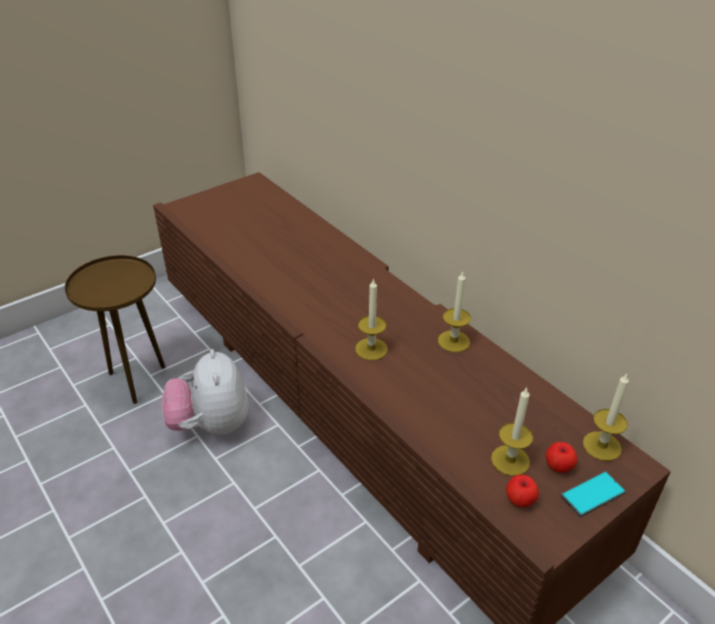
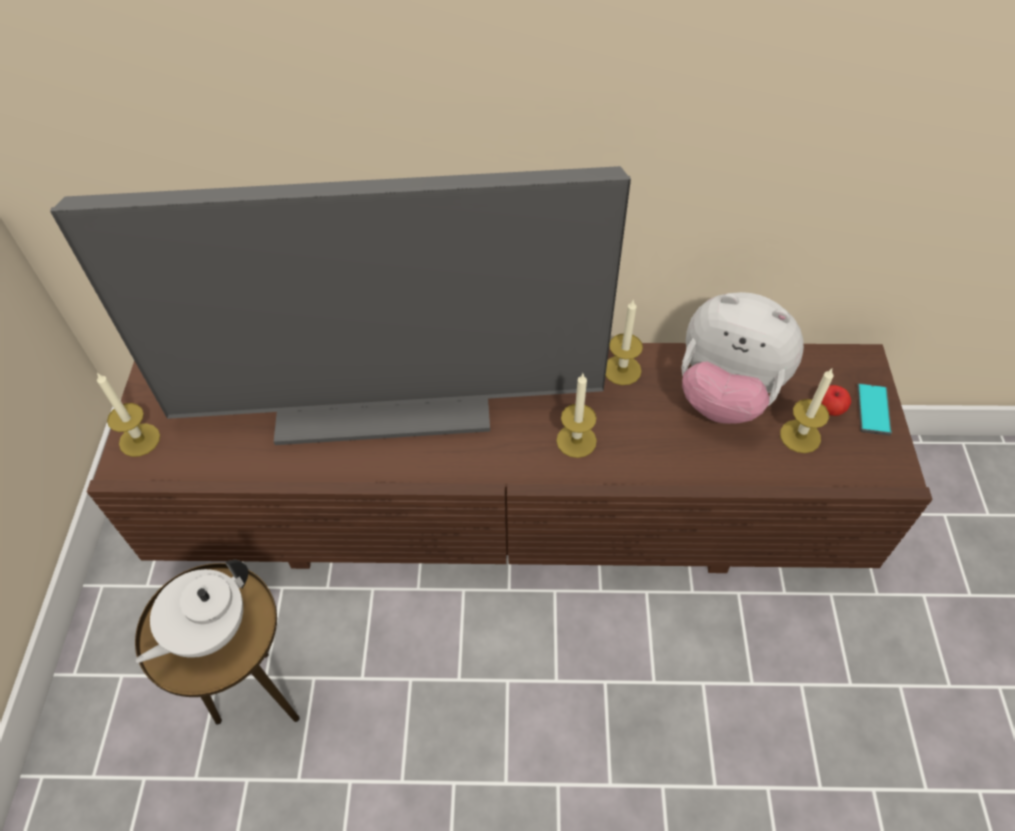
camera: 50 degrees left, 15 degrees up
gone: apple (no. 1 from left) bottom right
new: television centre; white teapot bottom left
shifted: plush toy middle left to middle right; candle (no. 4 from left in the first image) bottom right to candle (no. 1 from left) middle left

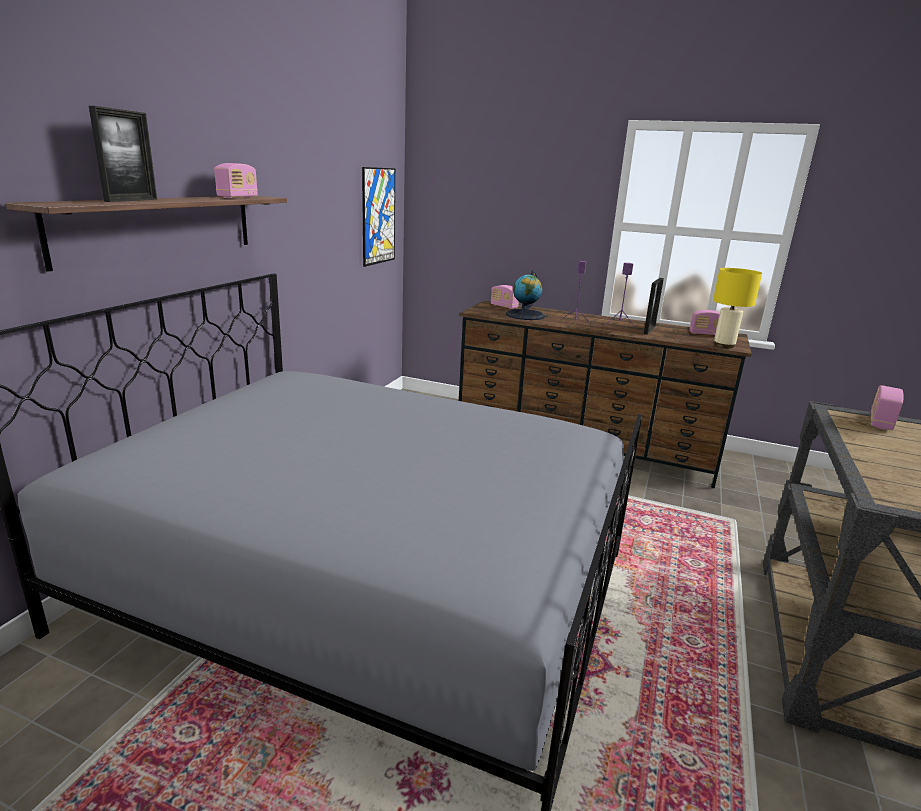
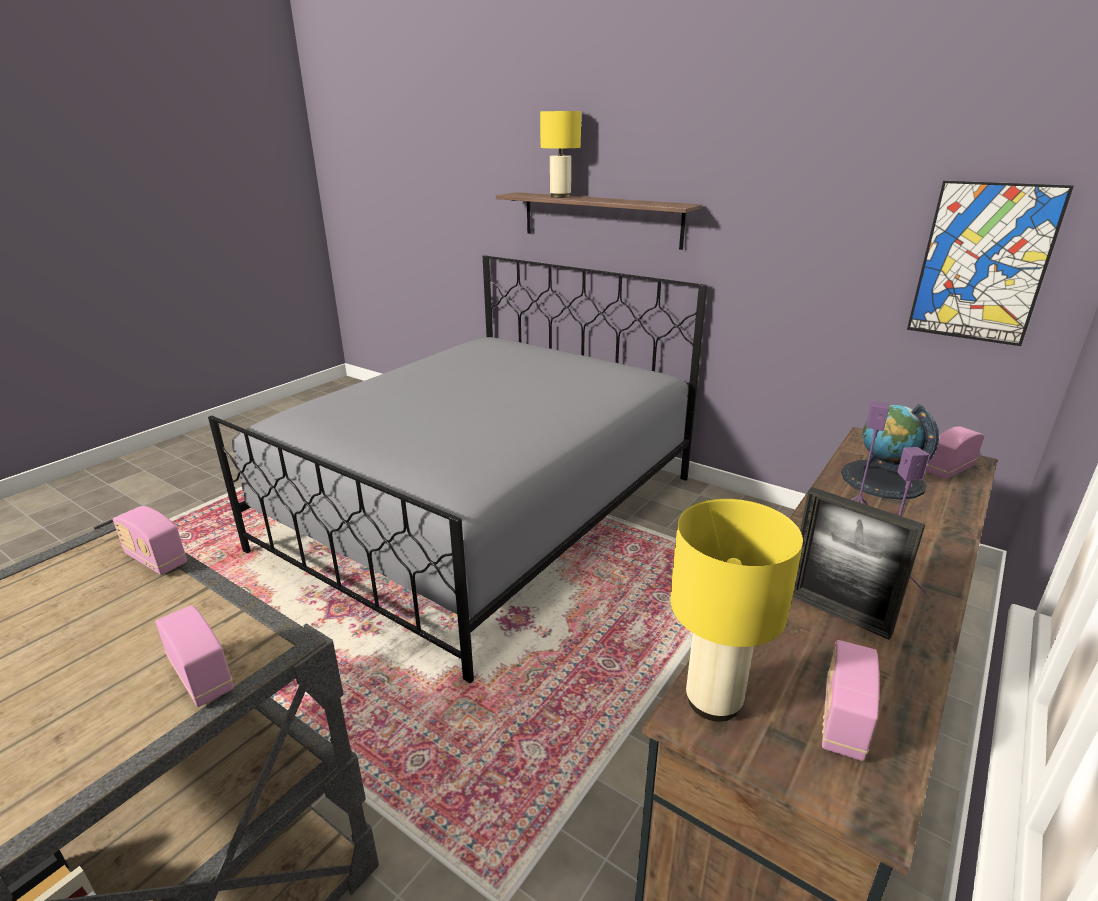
camera: 105 degrees right, 5 degrees up
shifted: radio (no. 1 from left) top left to middle left
swapped: picture frame (no. 1 from left) top left to yellow table lamp (no. 1 from left) top centre

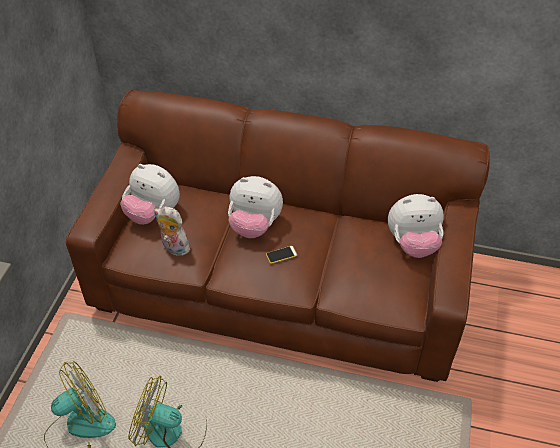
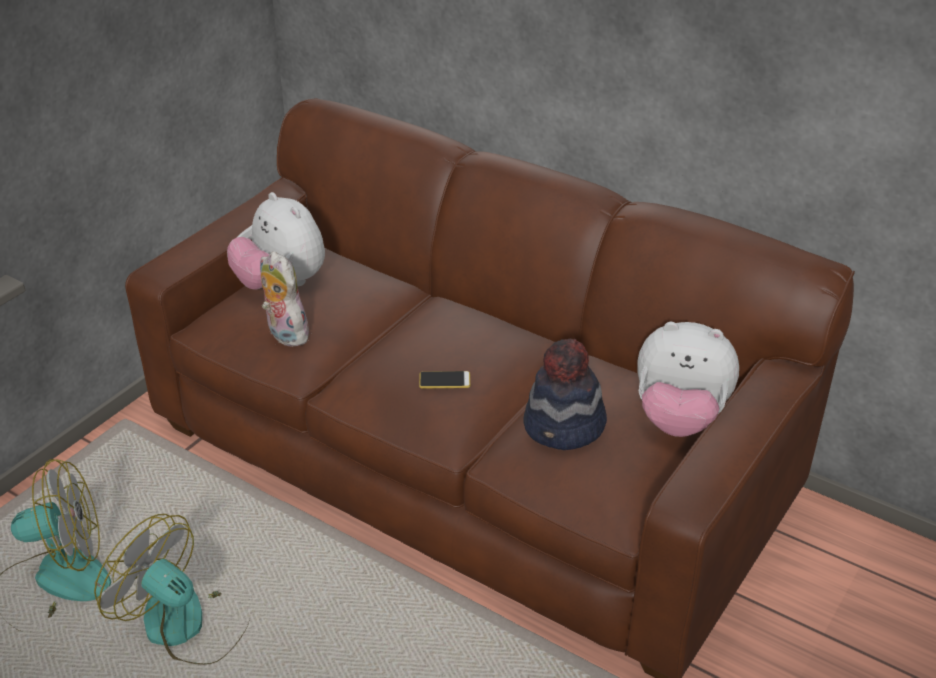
camera: 20 degrees right, 10 degrees down
gone: plush toy (no. 3 from left) centre
new: hat centre

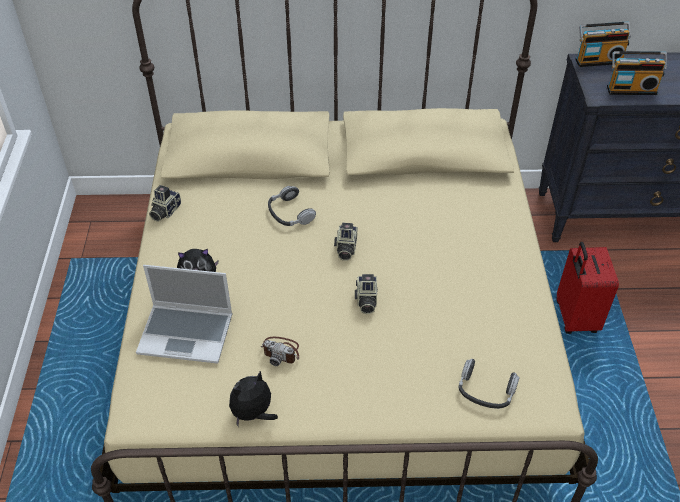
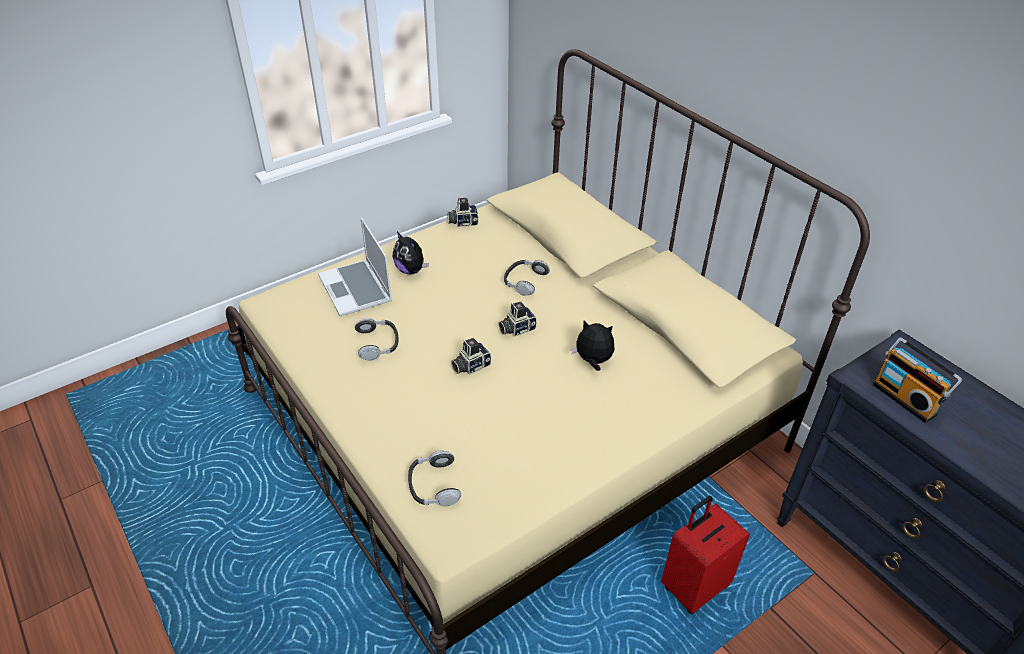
camera: 55 degrees right, 5 degrees down
gone: radio (no. 1 from left) top right
shifted: plush toy (no. 2 from left) bottom centre to centre
swapped: photo camera (no. 2 from left) bottom centre to headphones (no. 1 from left) centre

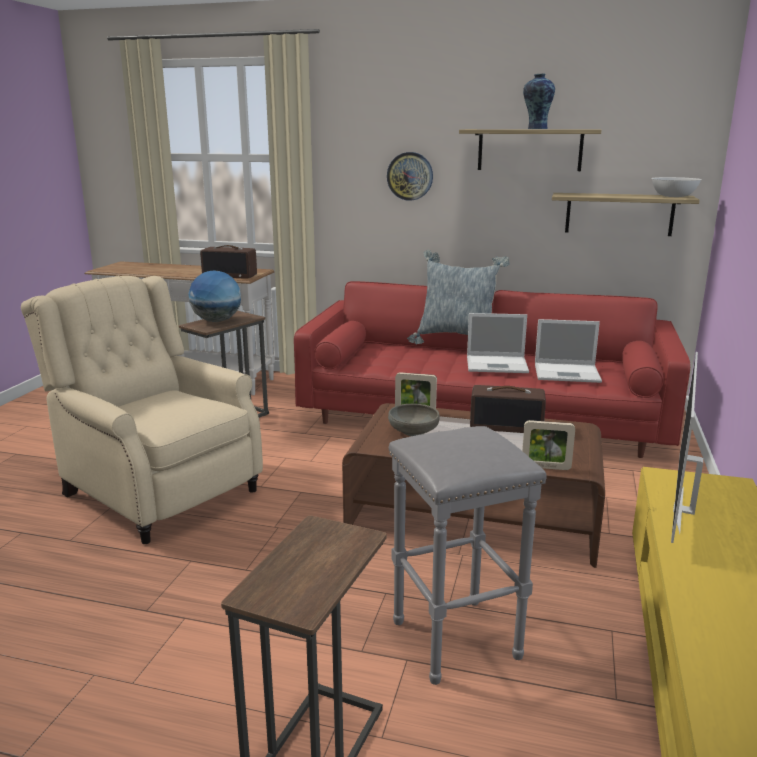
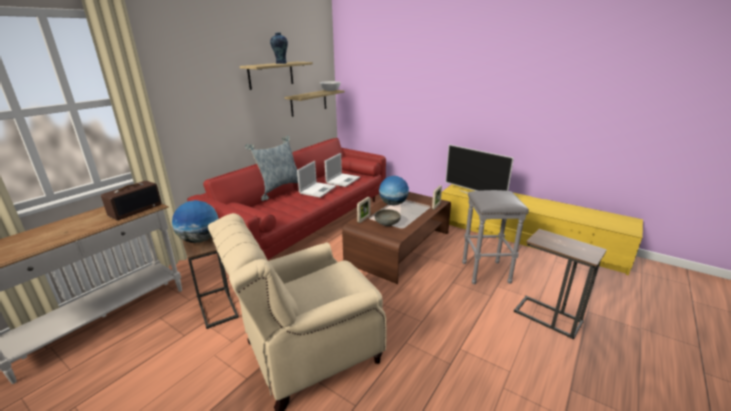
camera: 70 degrees left, 5 degrees up
gone: wall clock top centre
swapped: radio (no. 2 from left) middle right to globe (no. 2 from left) centre

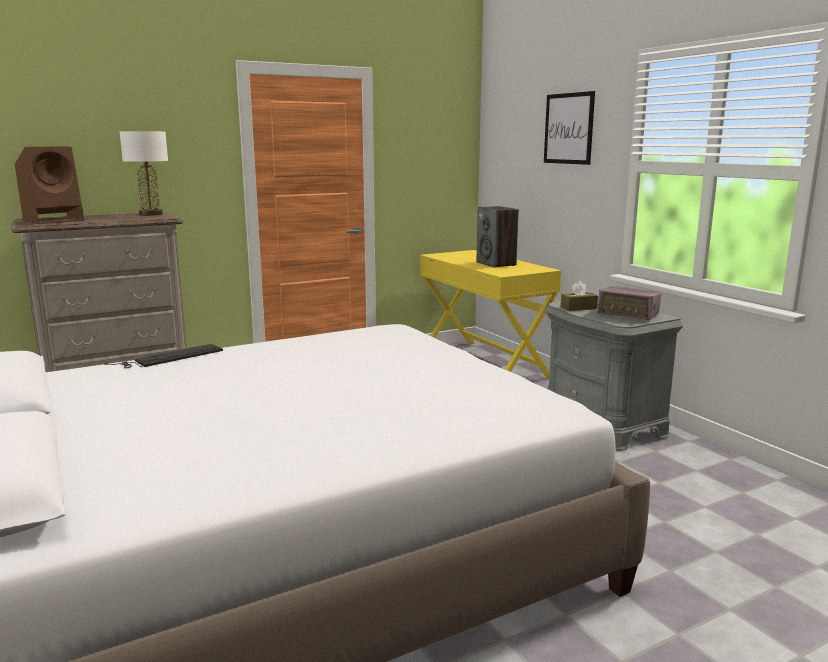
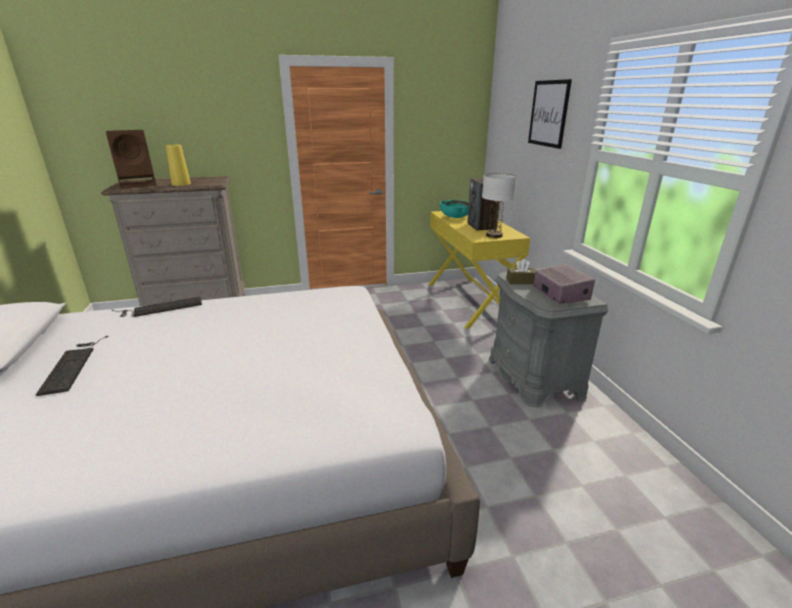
camera: 15 degrees right, 10 degrees up
new: keyboard (no. 1 from left) middle left; yellow vase top left; turquoise bowl centre
shifted: table lamp top left to centre
rotated: radio middle right = middle right 150 degrees counterclockwise

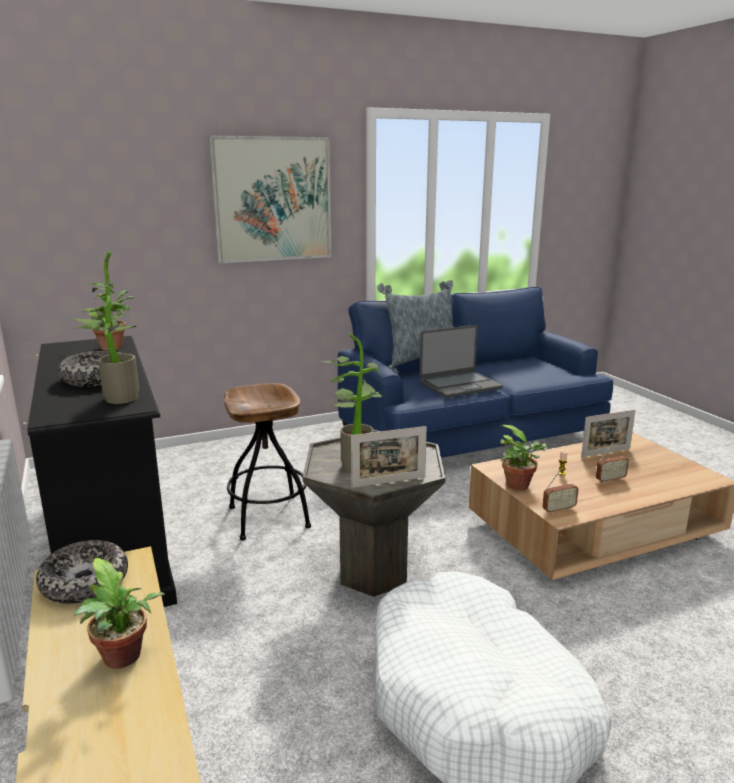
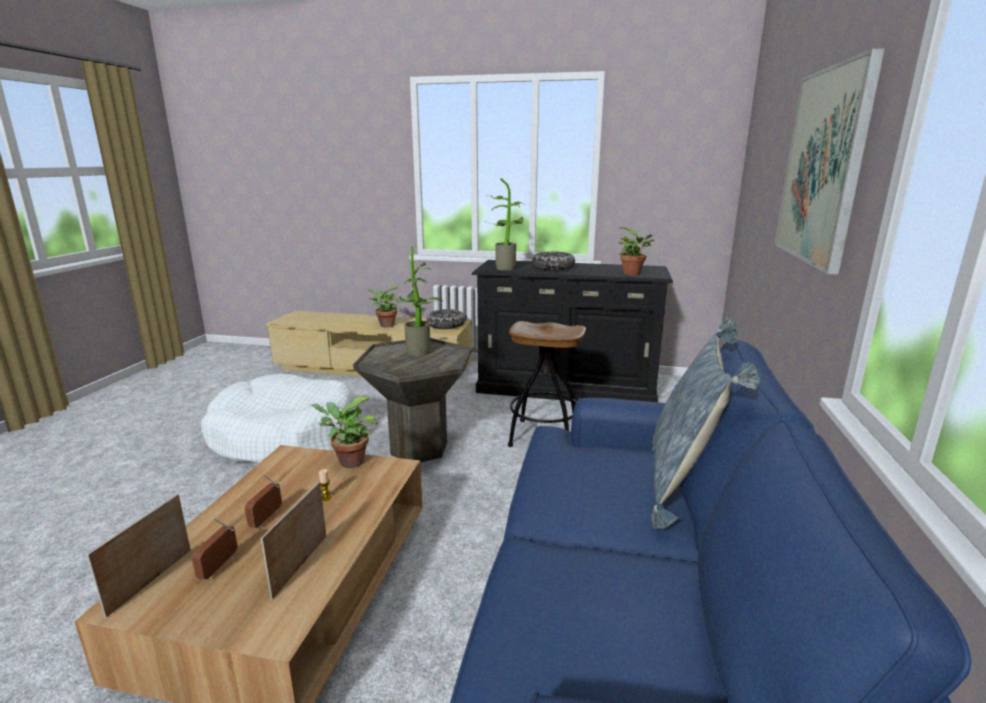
camera: 125 degrees right, 0 degrees up
gone: laptop centre
shifted: picture frame (no. 1 from left) centre to bottom left; radio (no. 1 from left) middle right to bottom left

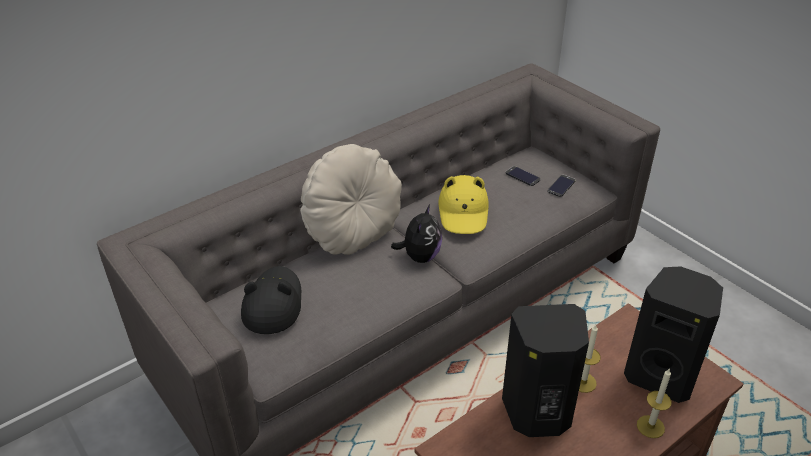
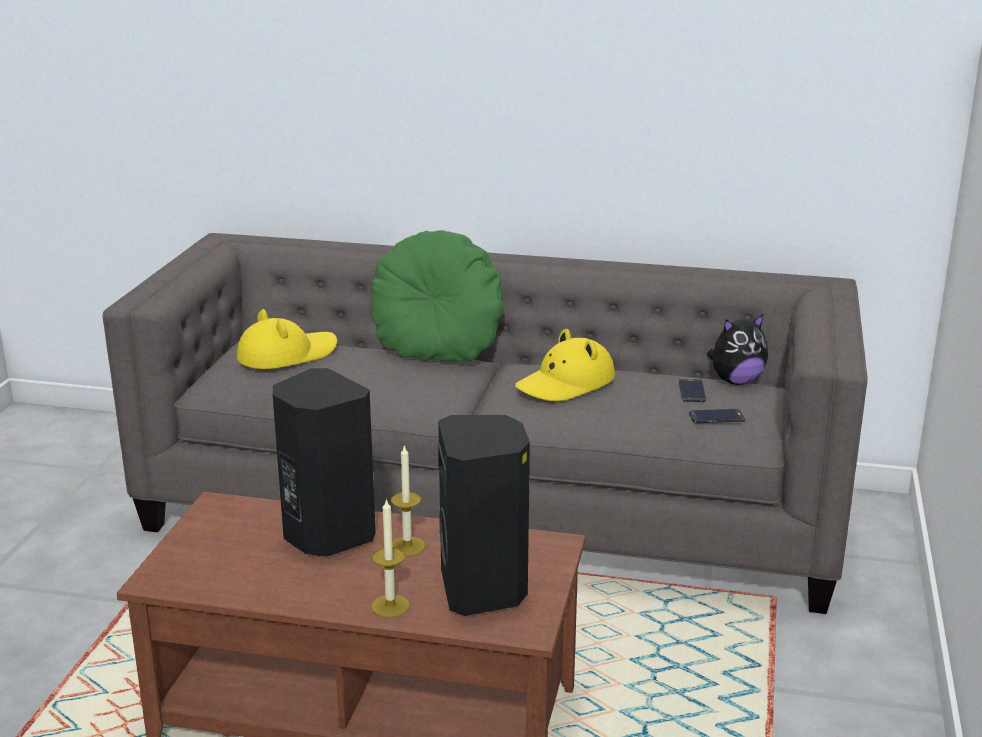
camera: 50 degrees right, 15 degrees down
shifted: plush toy centre to middle right
repainted: black hat centre to yellow hat (no. 1 from left) middle left; beige pillow centre to green pillow centre

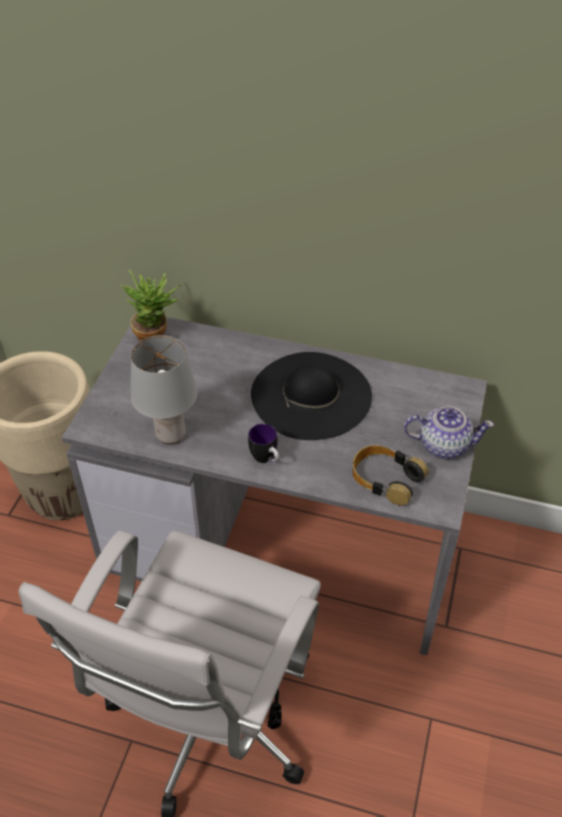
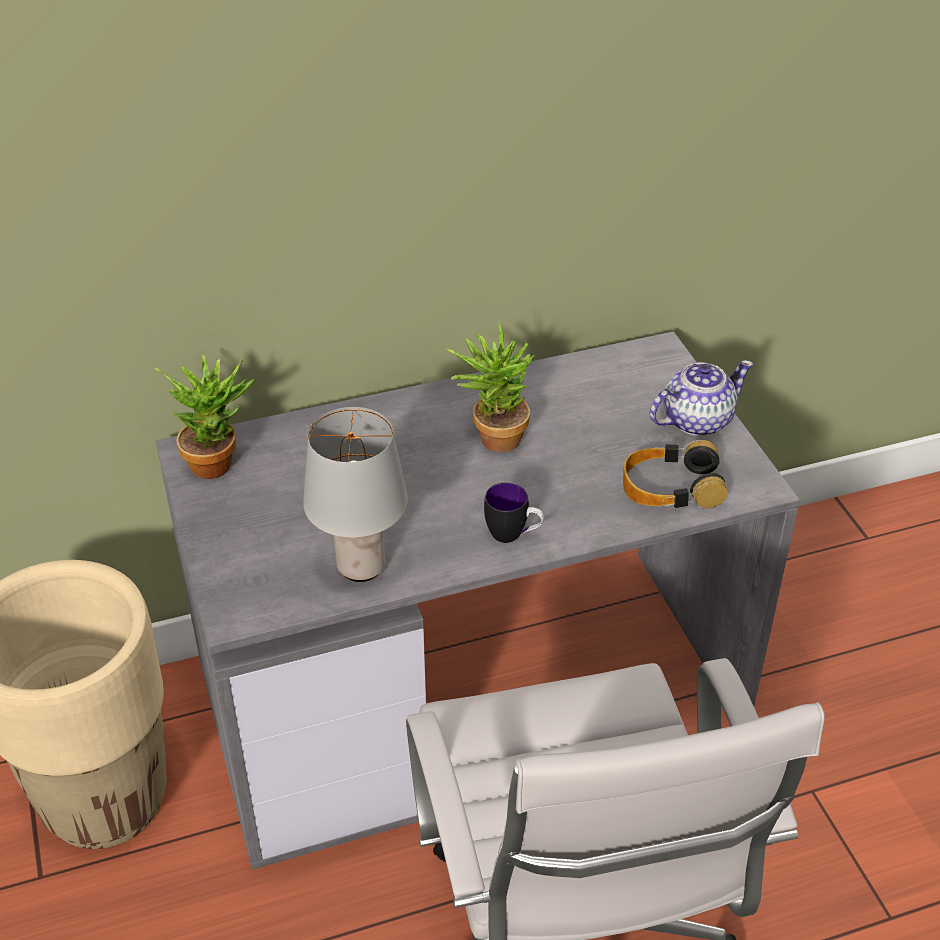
camera: 35 degrees left, 5 degrees down
swapped: black hat centre to potted plant (no. 2 from left) centre

